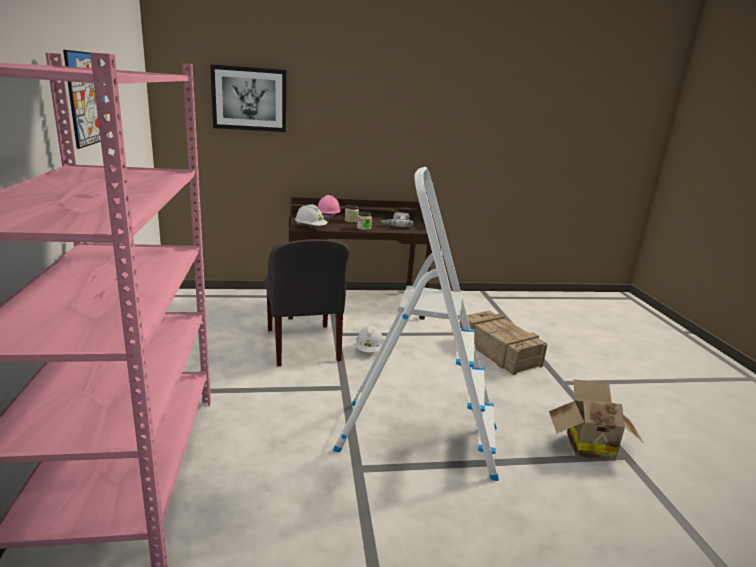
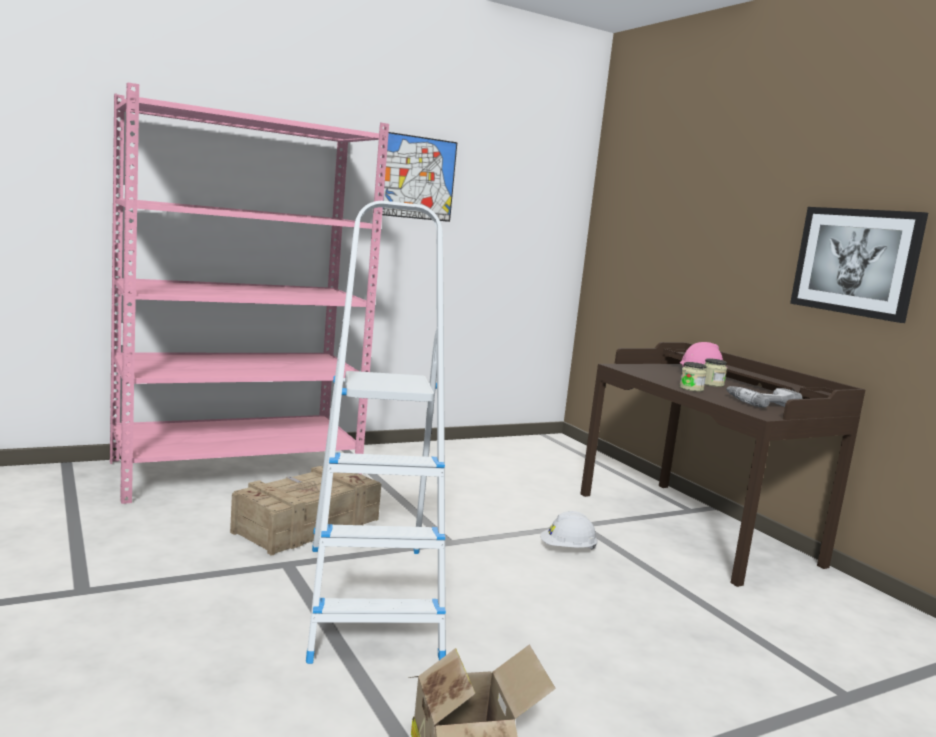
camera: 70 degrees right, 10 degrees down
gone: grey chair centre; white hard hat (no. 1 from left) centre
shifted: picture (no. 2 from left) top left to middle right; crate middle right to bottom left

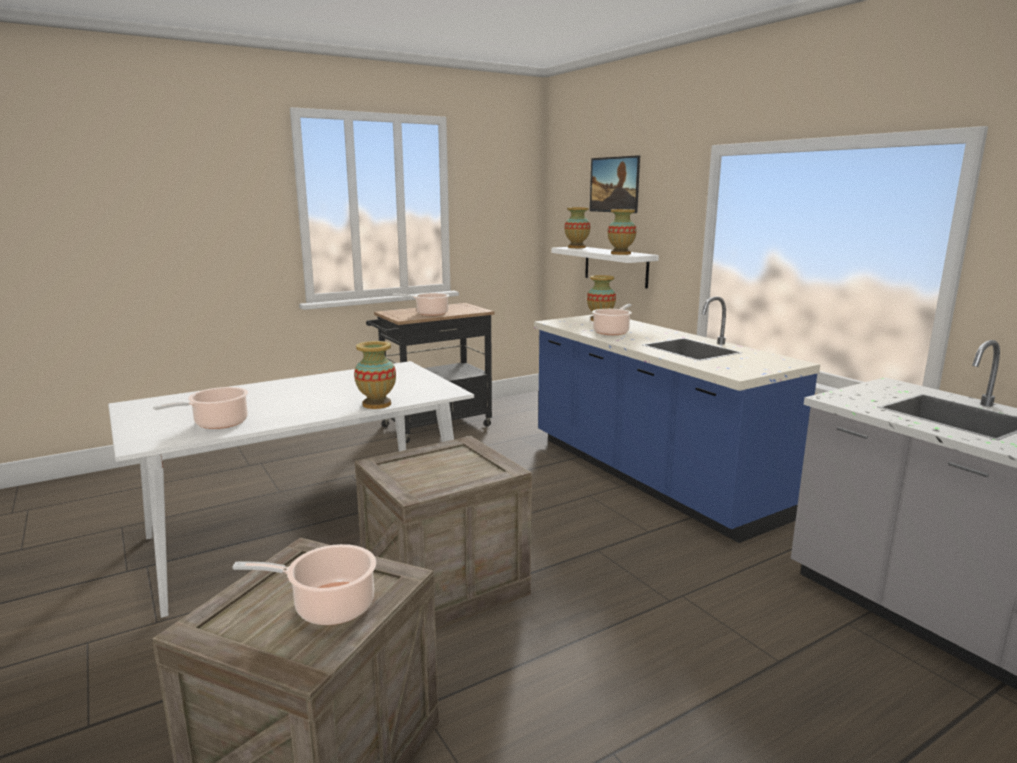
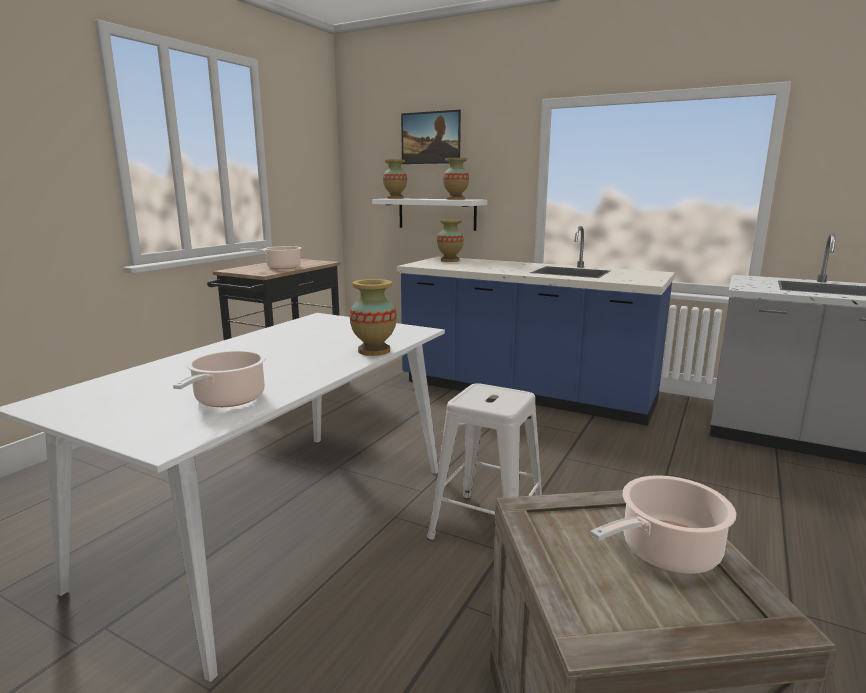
camera: 30 degrees left, 0 degrees up
gone: cooking pot (no. 4 from left) centre
swapped: crate (no. 2 from left) bottom centre to white stool bottom centre

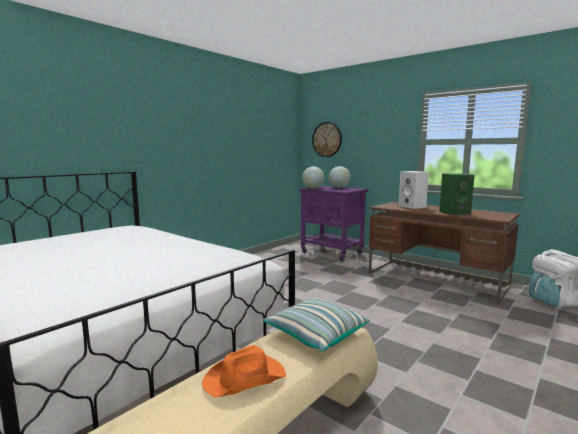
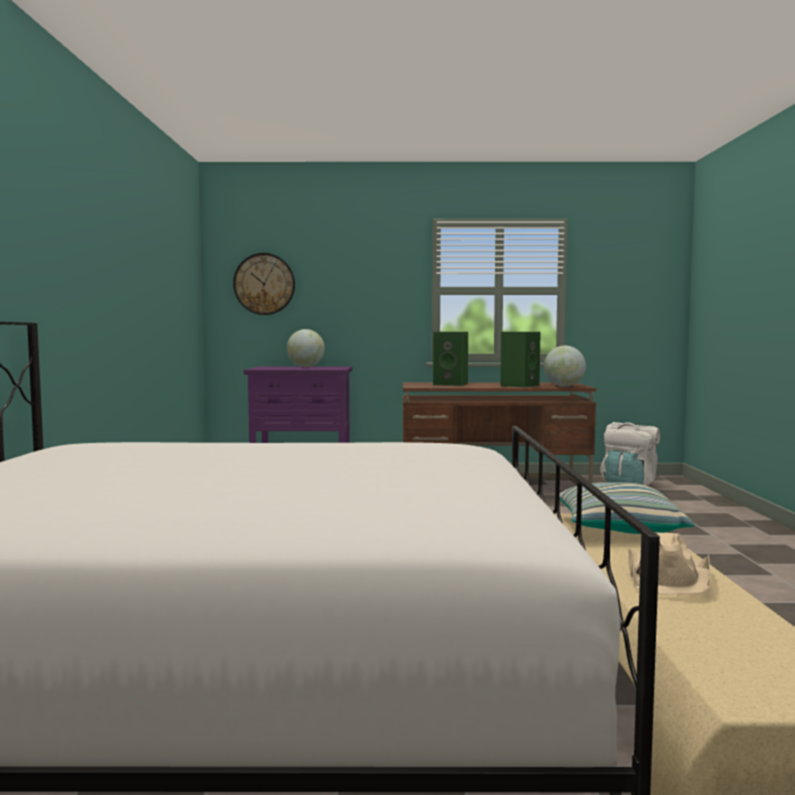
camera: 40 degrees left, 5 degrees down
shifted: globe (no. 1 from left in the first image) centre to globe (no. 2 from left) middle right
repainted: orange hat bottom centre to beige hat bottom right; white speaker middle right to green speaker (no. 1 from left) centre

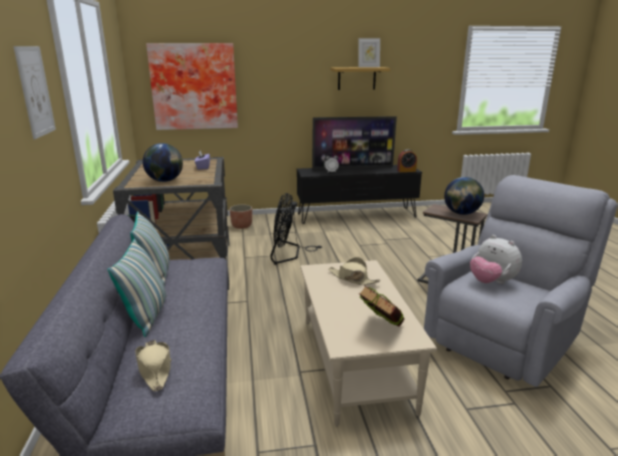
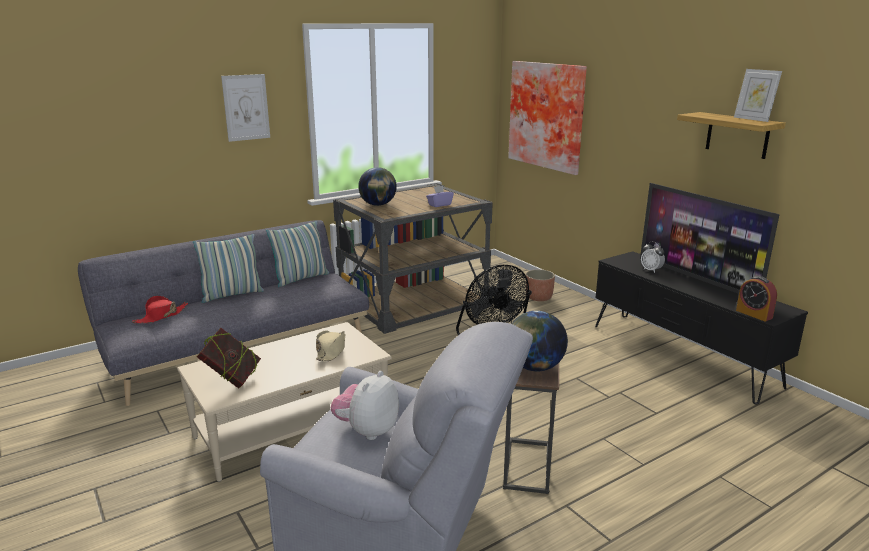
camera: 65 degrees right, 0 degrees up
repainted: beige hat (no. 1 from left) bottom left to red hat middle left

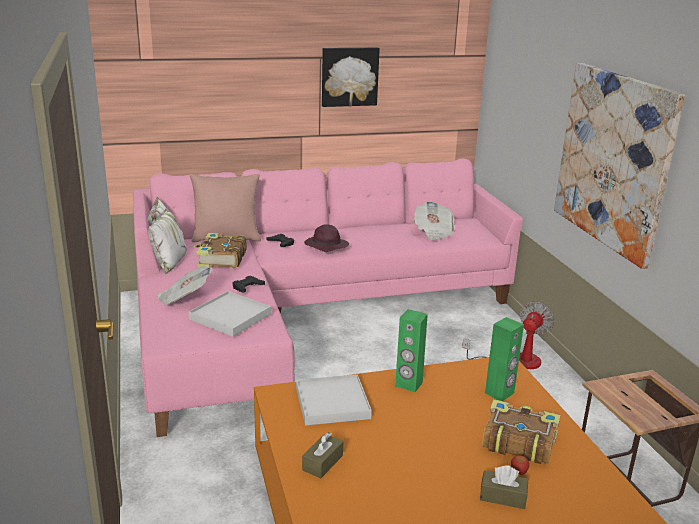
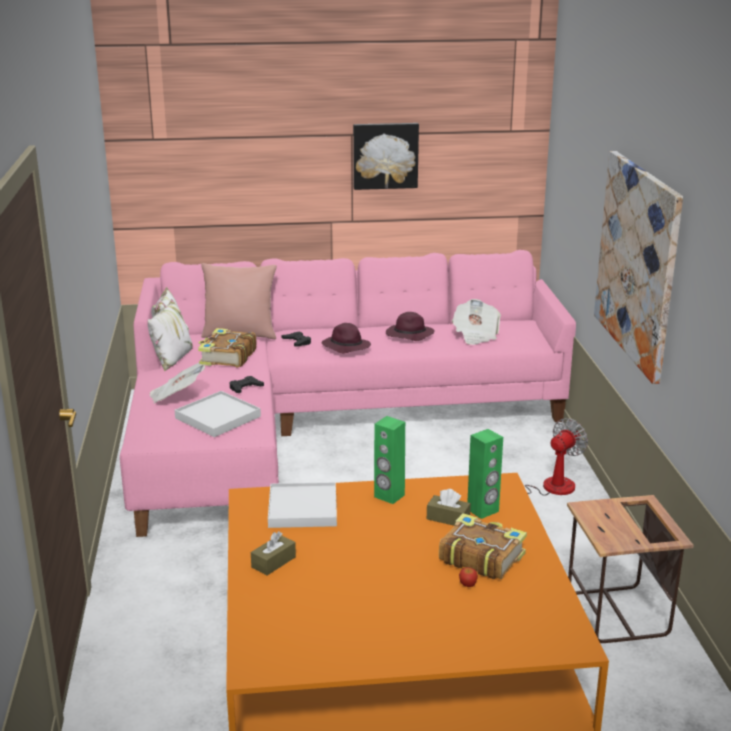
camera: 10 degrees right, 0 degrees up
new: purple hat (no. 2 from left) centre
shifted: brown tissue box (no. 2 from left) bottom right to bottom centre

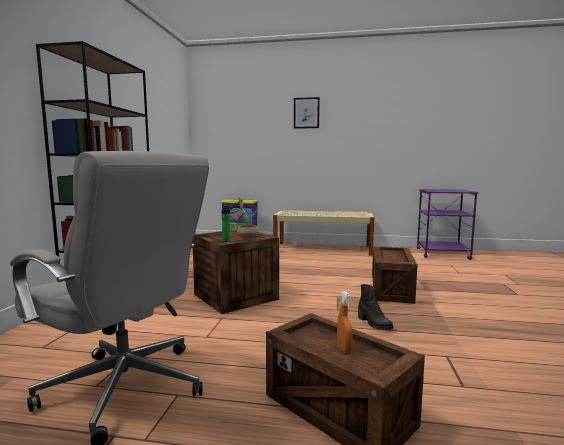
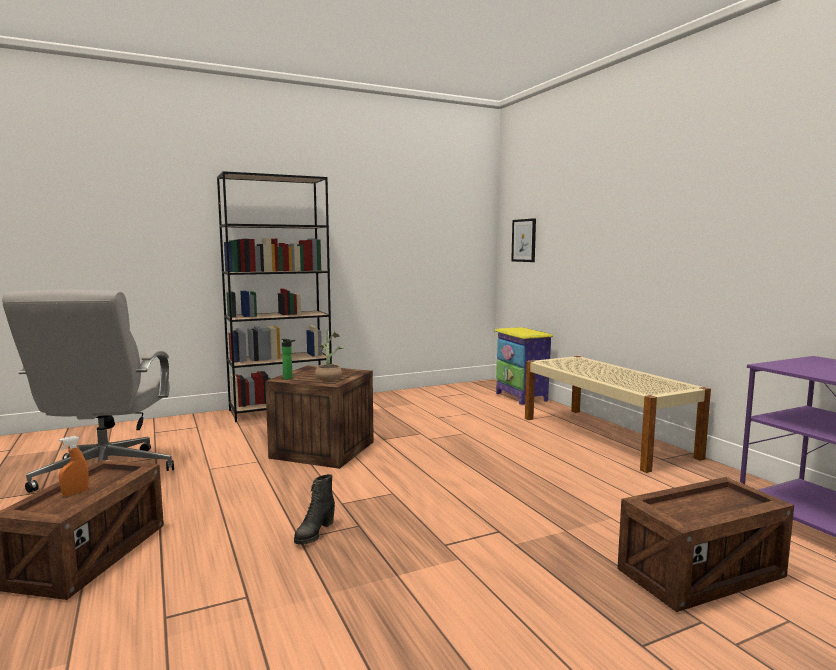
camera: 55 degrees right, 0 degrees up
shifted: picture top centre to centre; crate (no. 3 from left) middle right to bottom right

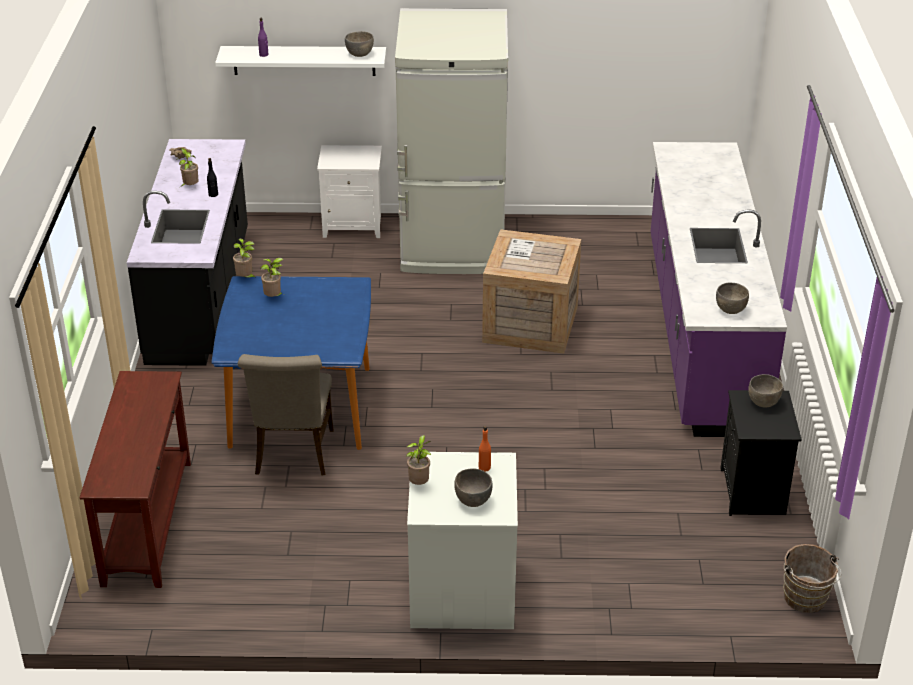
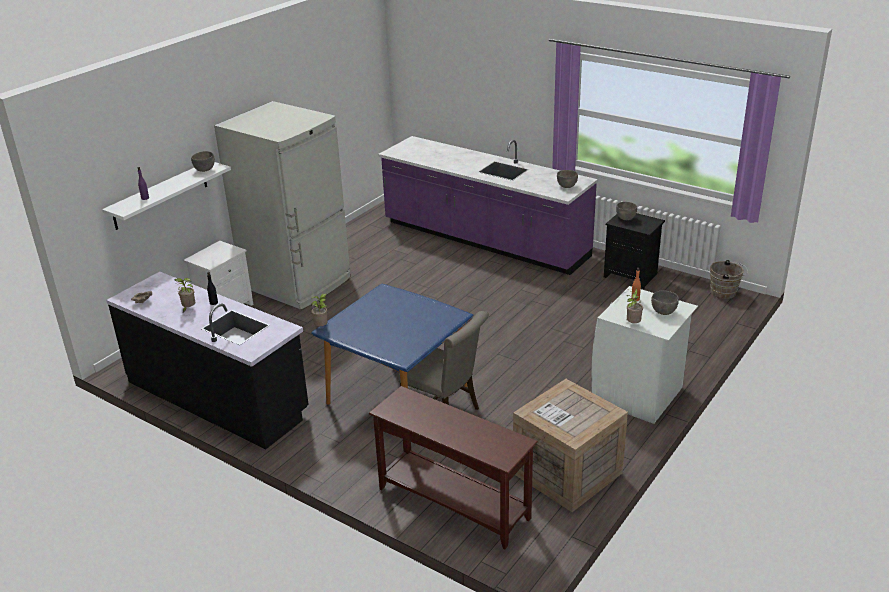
camera: 55 degrees left, 5 degrees down
gone: potted plant (no. 3 from left) middle left
shifted: crate centre to bottom centre

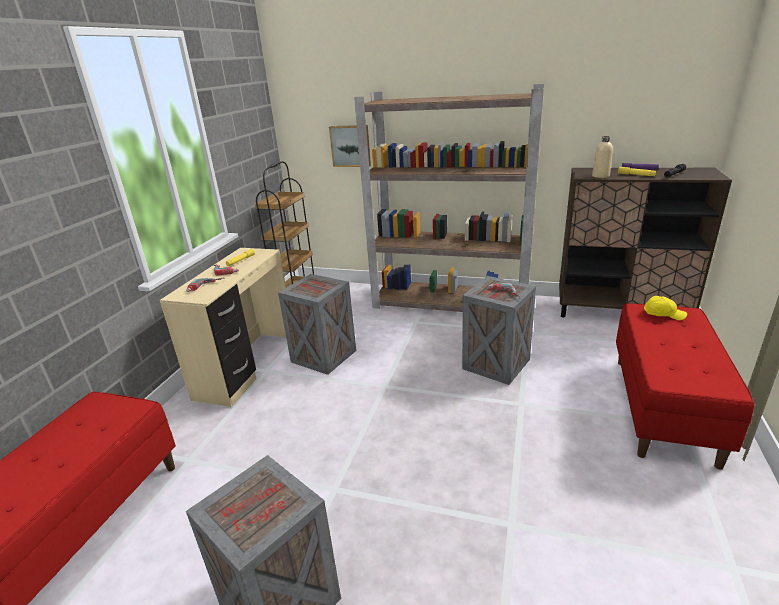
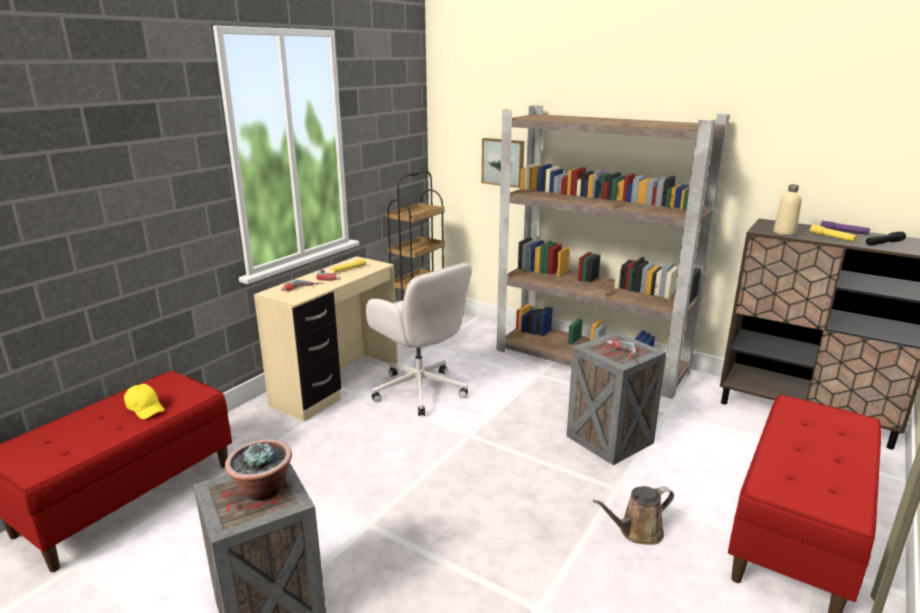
camera: 15 degrees right, 5 degrees down
new: potted plant bottom left; brown watering can bottom right
shifted: yellow cap middle right to middle left
swapped: crate (no. 2 from left) centre to white office chair centre

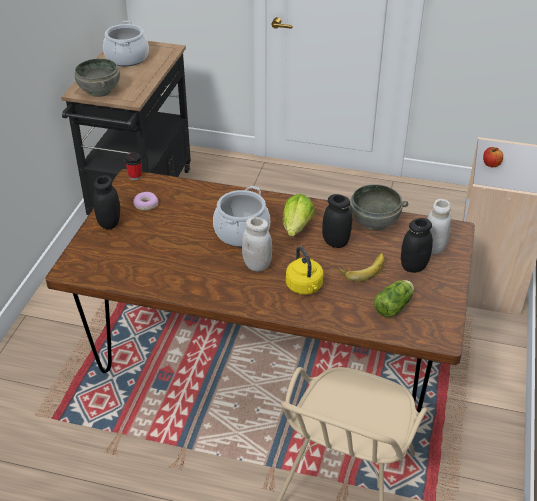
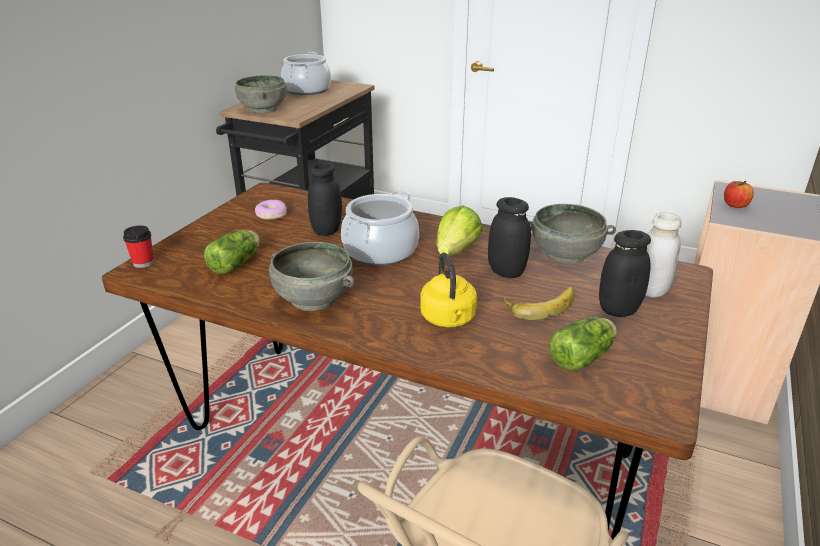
camera: 10 degrees right, 10 degrees down
gone: white jar (no. 1 from left) centre
new: lettuce (no. 1 from left) middle left; grey bowl (no. 2 from left) centre
shifted: black jar (no. 1 from left) middle left to centre; cup top left to middle left

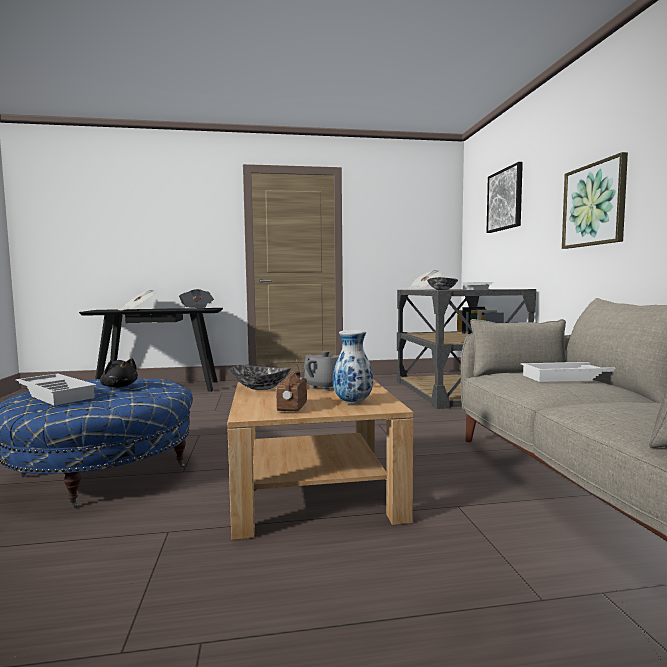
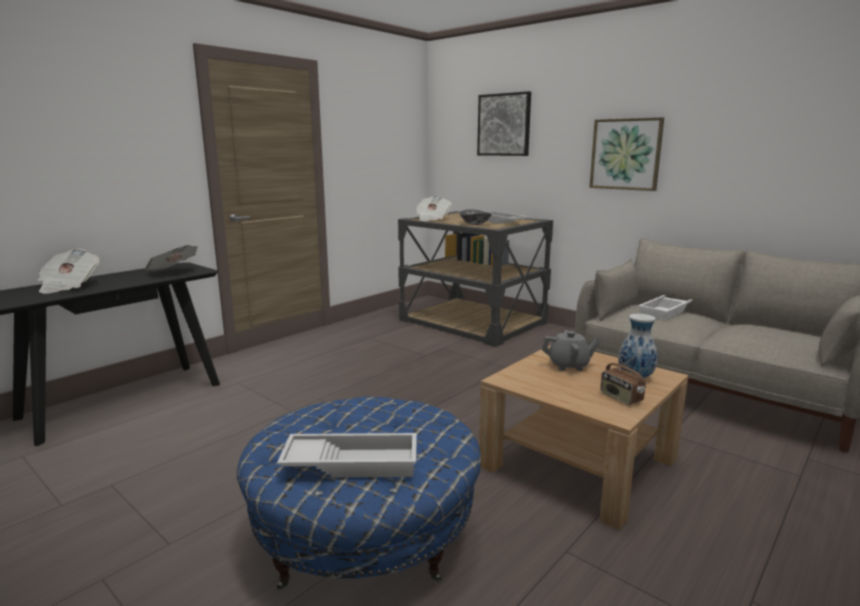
camera: 40 degrees left, 10 degrees up
gone: black plush toy middle left; bowl (no. 1 from left) centre

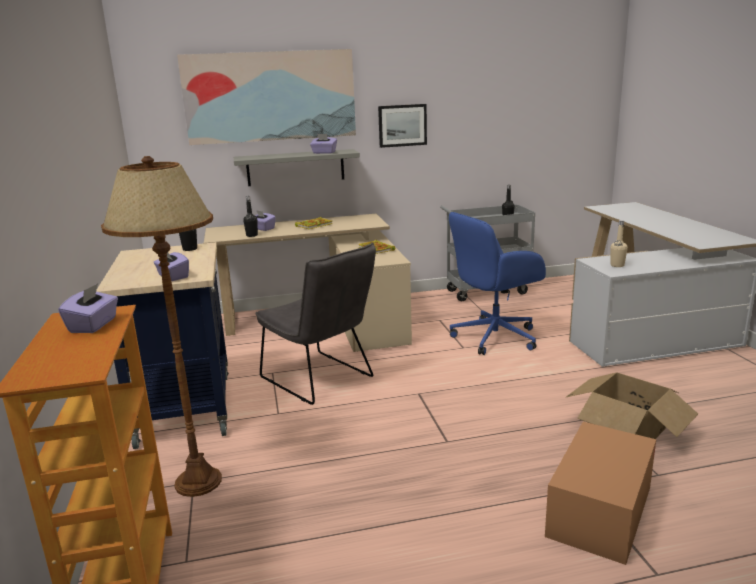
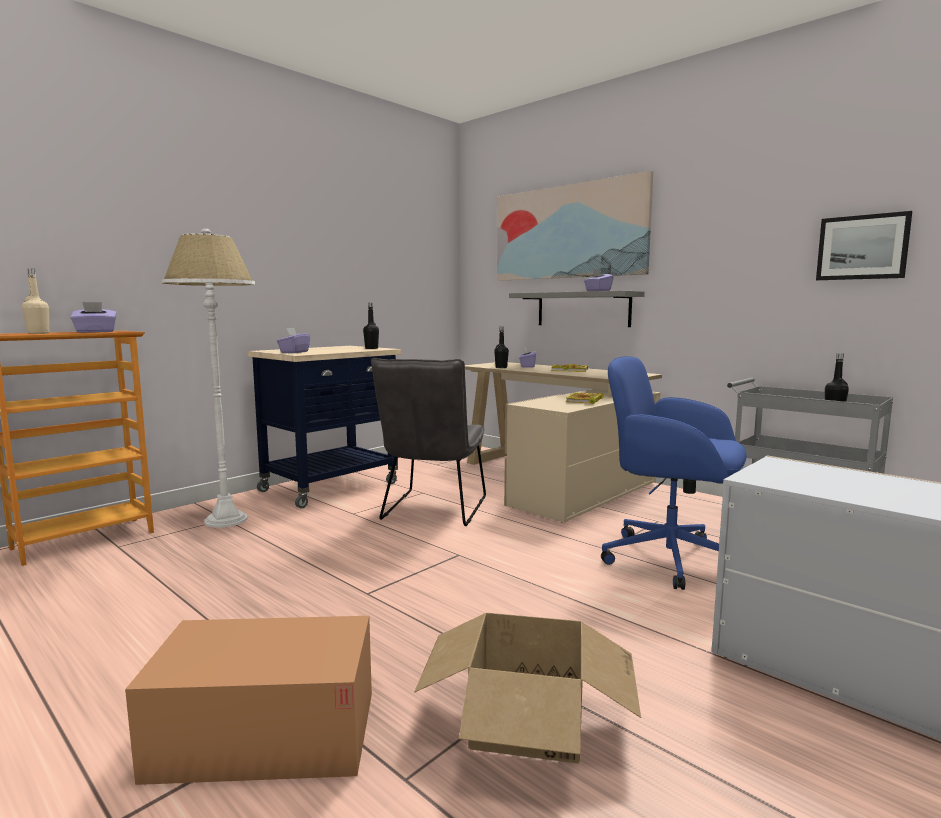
camera: 55 degrees right, 10 degrees down
shifted: picture (no. 2 from left) top centre to top right; beige bottle middle right to middle left
repainted: brown floor lamp middle left to white floor lamp middle left

